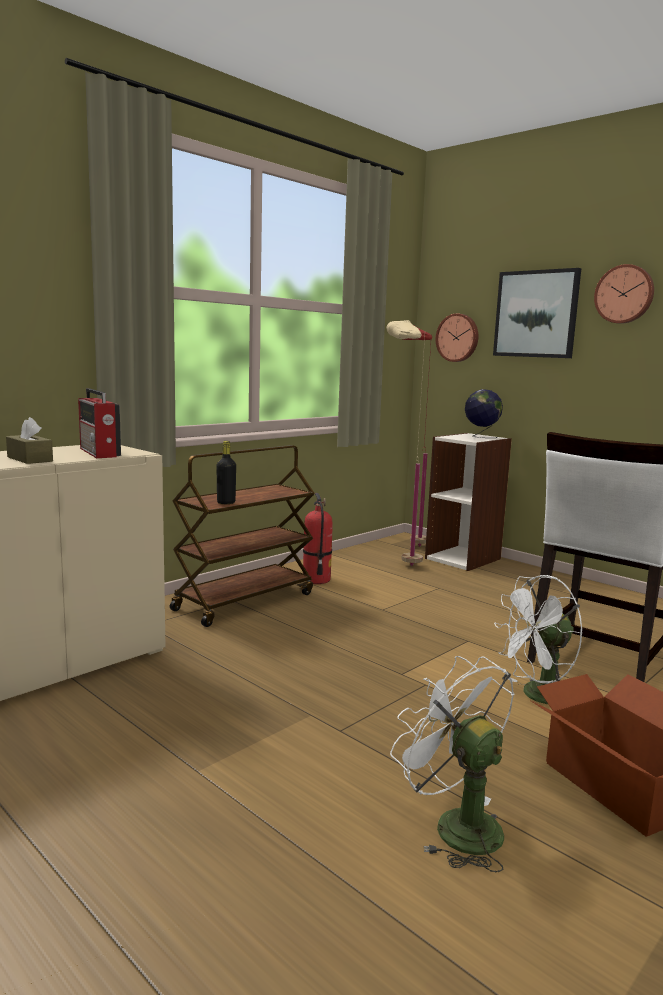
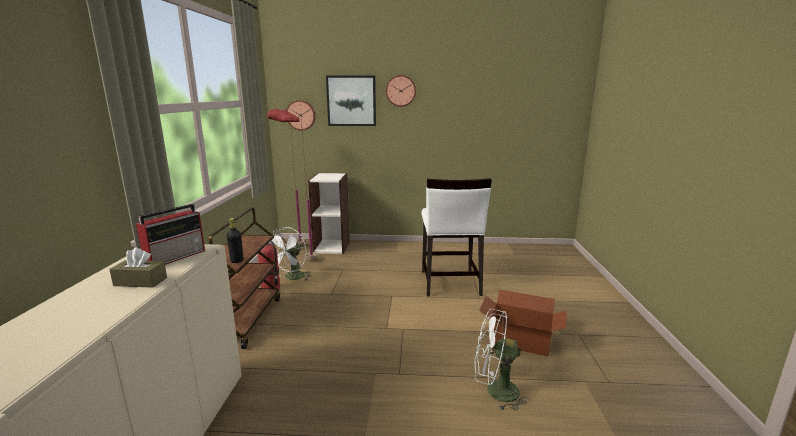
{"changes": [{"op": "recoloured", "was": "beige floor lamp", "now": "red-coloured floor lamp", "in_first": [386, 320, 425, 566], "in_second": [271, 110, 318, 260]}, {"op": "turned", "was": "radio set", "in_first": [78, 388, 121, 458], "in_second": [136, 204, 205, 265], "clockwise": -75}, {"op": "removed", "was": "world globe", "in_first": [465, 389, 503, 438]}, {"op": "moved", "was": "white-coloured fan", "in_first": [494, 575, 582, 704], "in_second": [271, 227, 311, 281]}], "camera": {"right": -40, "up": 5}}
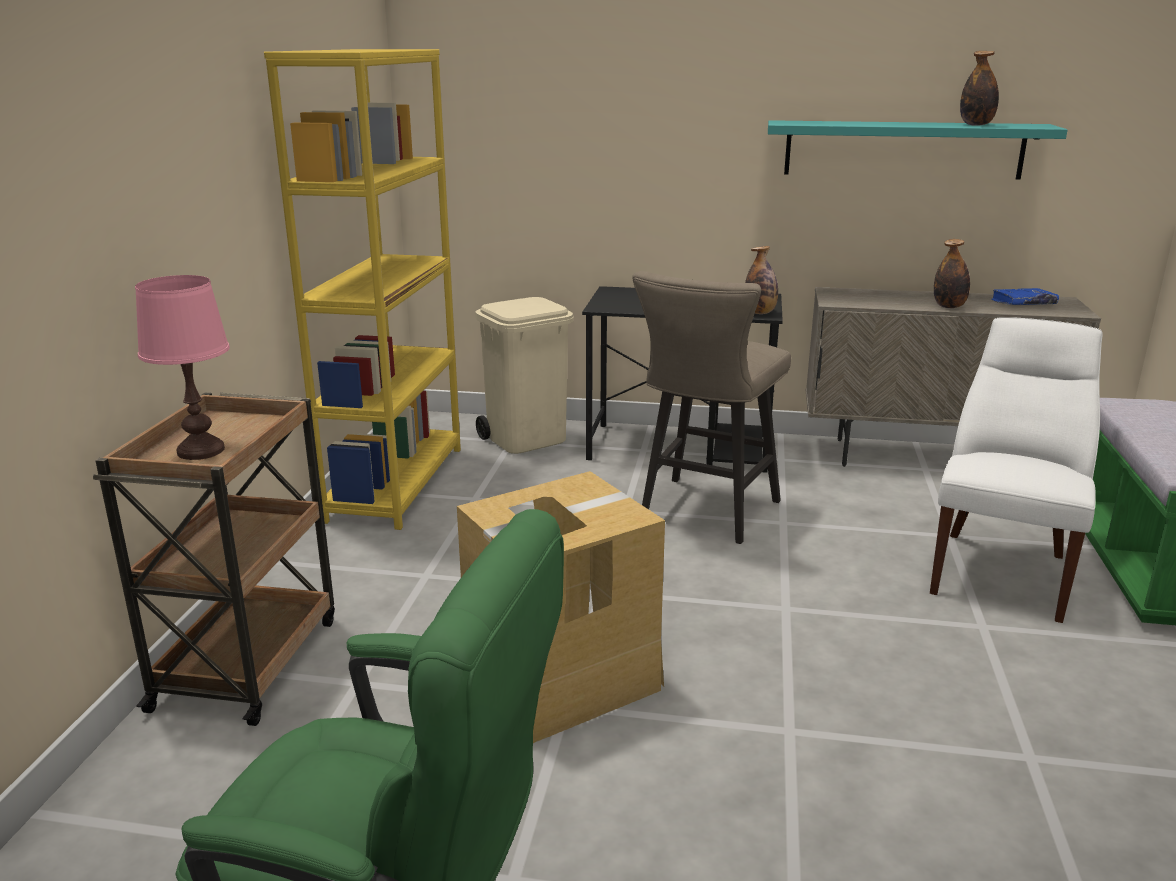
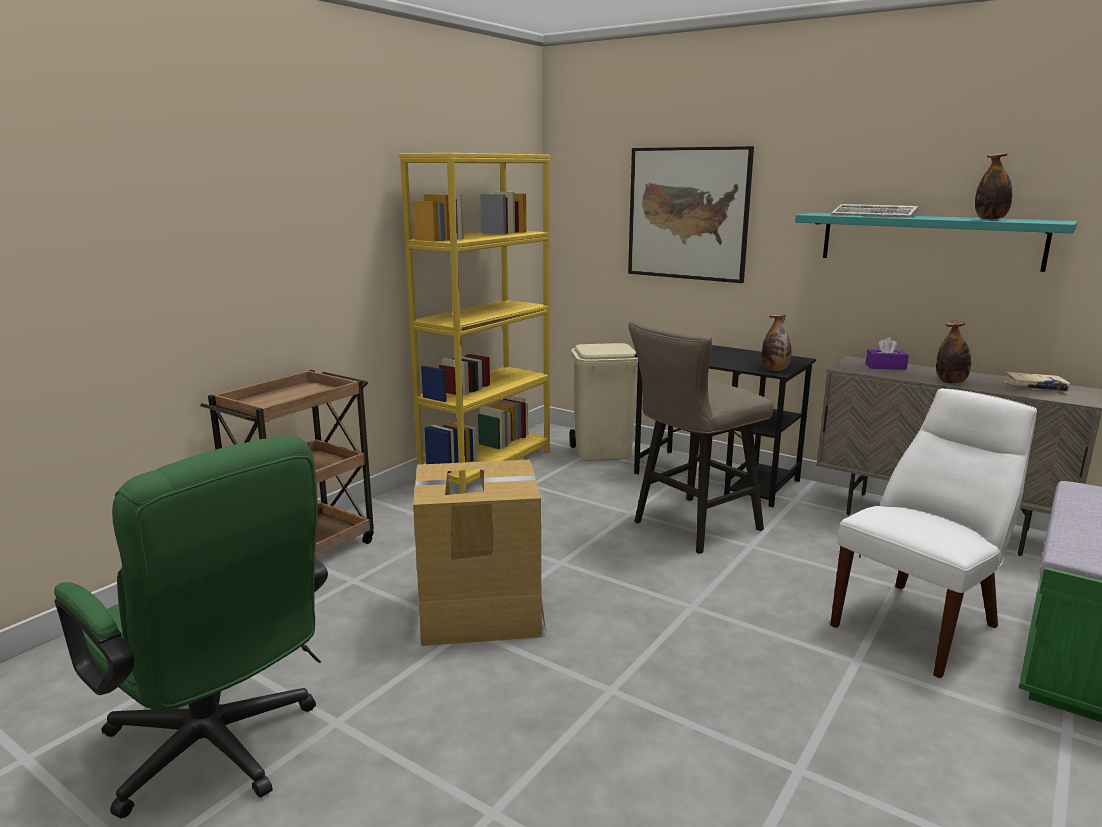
{"changes": [{"op": "removed", "was": "pink-coloured tabletop lamp", "in_first": [135, 275, 230, 460]}, {"op": "recoloured", "was": "bluish bound book", "now": "beige bound book", "in_first": [991, 288, 1059, 305], "in_second": [1003, 372, 1070, 391]}, {"op": "added", "now": "picture", "in_second": [628, 146, 754, 283]}, {"op": "added", "now": "keyboard", "in_second": [831, 204, 918, 217]}, {"op": "added", "now": "purplish tissue holder", "in_second": [865, 337, 909, 370]}], "camera": {"right": 25, "up": -5}}
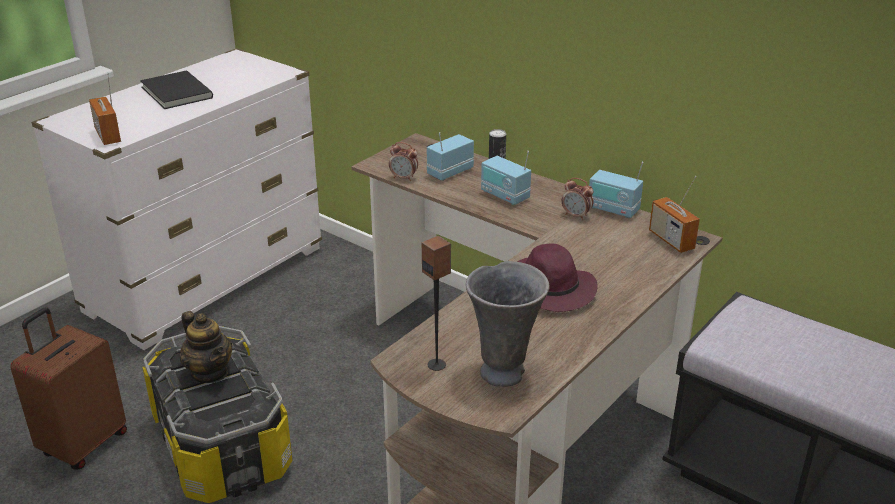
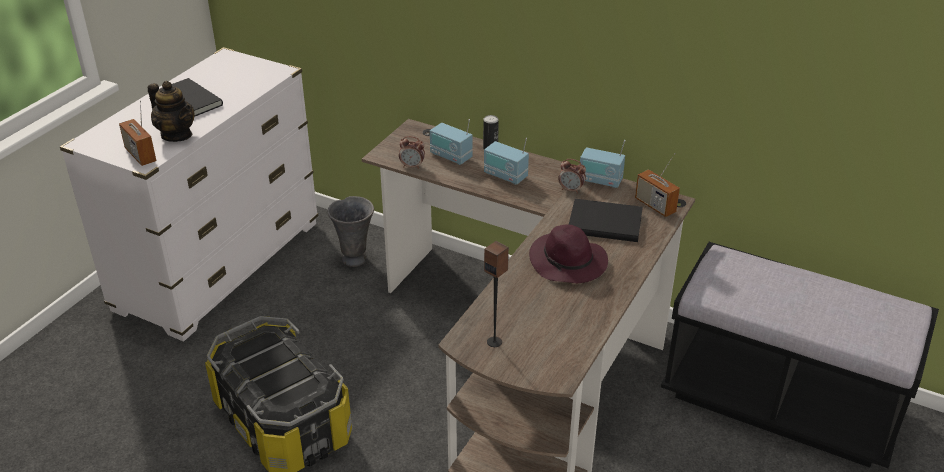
{"changes": [{"op": "turned", "was": "radio set", "in_first": [427, 132, 474, 181], "in_second": [430, 119, 473, 165], "clockwise": -90}, {"op": "moved", "was": "grey vase", "in_first": [466, 261, 550, 387], "in_second": [328, 196, 374, 267]}, {"op": "removed", "was": "brown suitcase", "in_first": [10, 307, 127, 470]}, {"op": "moved", "was": "tea pot", "in_first": [180, 311, 232, 383], "in_second": [148, 81, 195, 142]}, {"op": "added", "now": "black bound book", "in_second": [569, 199, 643, 242]}], "camera": {"right": -10, "up": 5}}
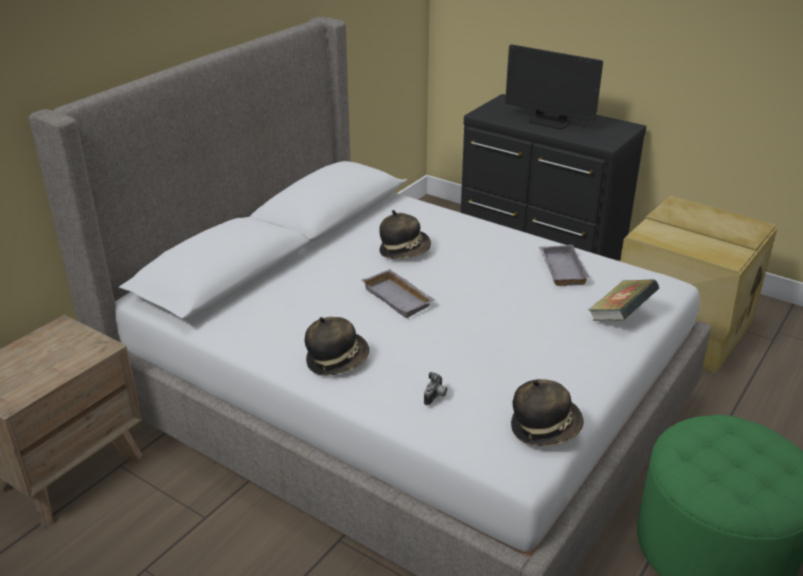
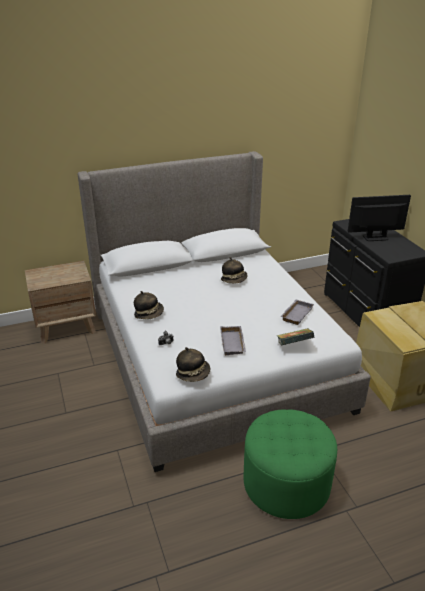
{"changes": [{"op": "turned", "was": "computer screen", "in_first": [505, 44, 603, 129], "in_second": [348, 195, 411, 241], "clockwise": 105}, {"op": "moved", "was": "grey tray", "in_first": [361, 269, 436, 318], "in_second": [220, 326, 246, 355]}], "camera": {"right": 35, "up": 0}}
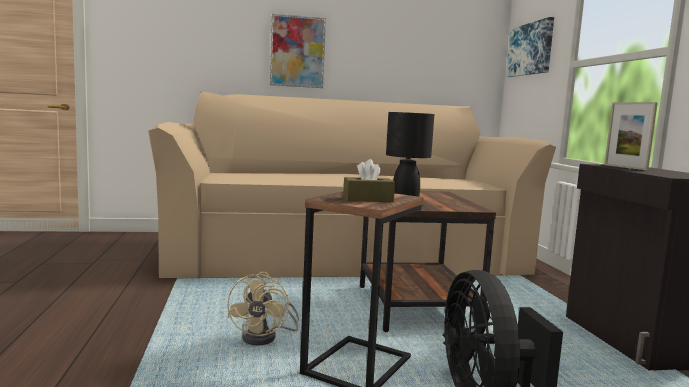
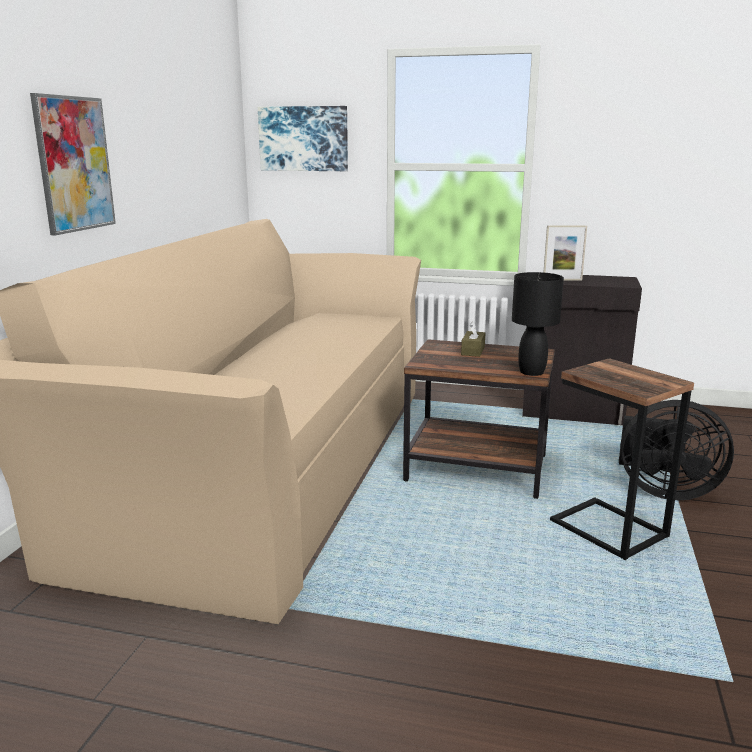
{"changes": [{"op": "moved", "was": "brown tissue holder", "in_first": [343, 159, 395, 202], "in_second": [461, 321, 485, 357]}, {"op": "removed", "was": "beige fan", "in_first": [227, 272, 299, 345]}], "camera": {"right": -65, "up": 10}}
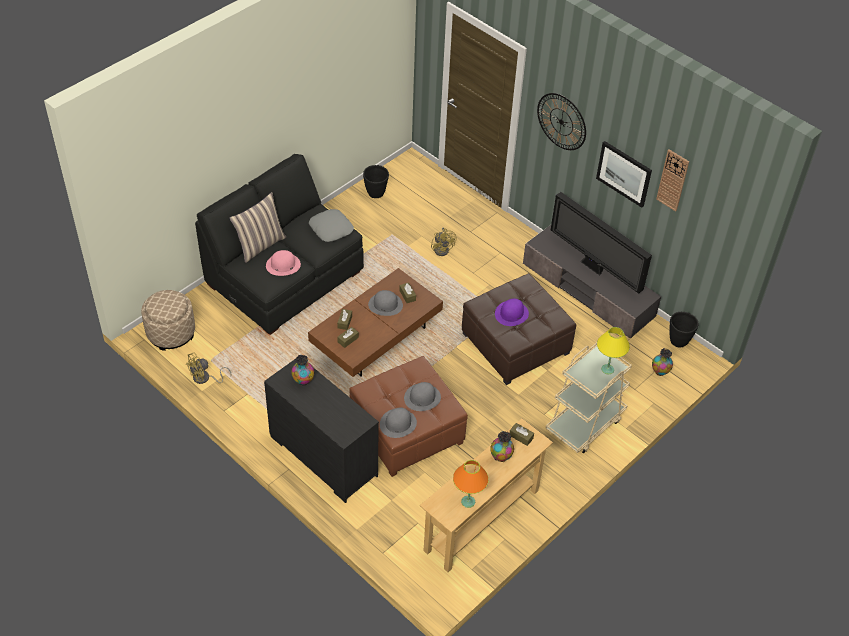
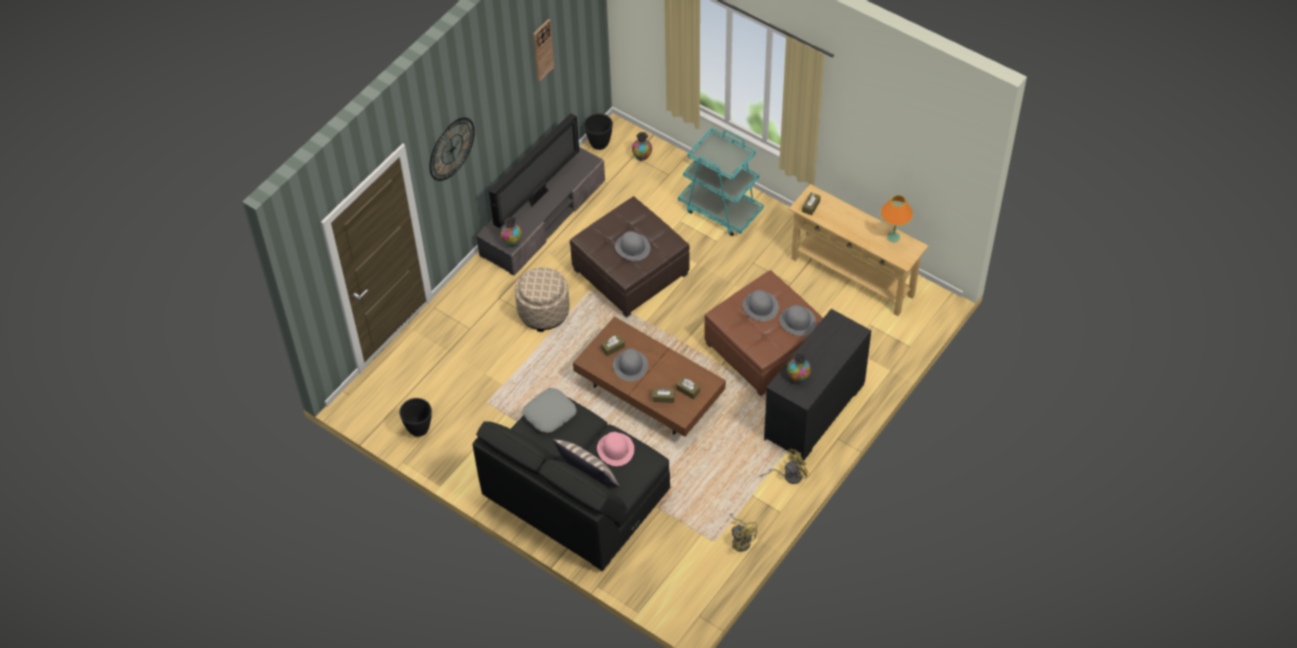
{"changes": [{"op": "removed", "was": "picture", "in_first": [596, 141, 652, 208]}, {"op": "moved", "was": "yellow fan", "in_first": [431, 228, 457, 256], "in_second": [761, 449, 810, 484]}, {"op": "moved", "was": "beige pouffe", "in_first": [141, 290, 195, 351], "in_second": [515, 268, 569, 332]}, {"op": "recoloured", "was": "purplish clothing hat", "now": "grey clothing hat", "in_first": [495, 298, 529, 326], "in_second": [615, 231, 651, 261]}, {"op": "removed", "was": "yellow tabletop lamp", "in_first": [597, 327, 630, 374]}, {"op": "recoloured", "was": "beige cart", "now": "blue-green cart", "in_first": [546, 342, 632, 453], "in_second": [678, 128, 764, 236]}, {"op": "moved", "was": "vase", "in_first": [490, 431, 514, 462], "in_second": [501, 217, 522, 247]}], "camera": {"right": -95, "up": 5}}
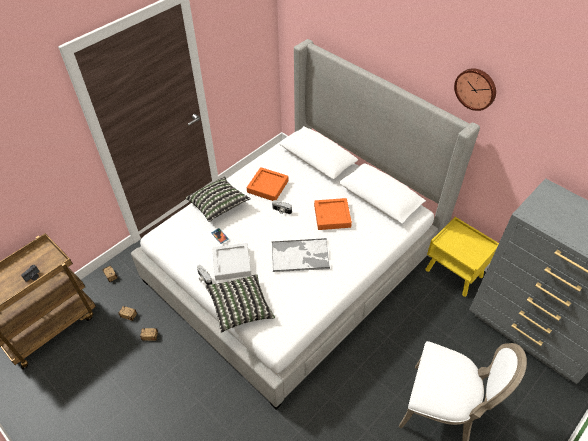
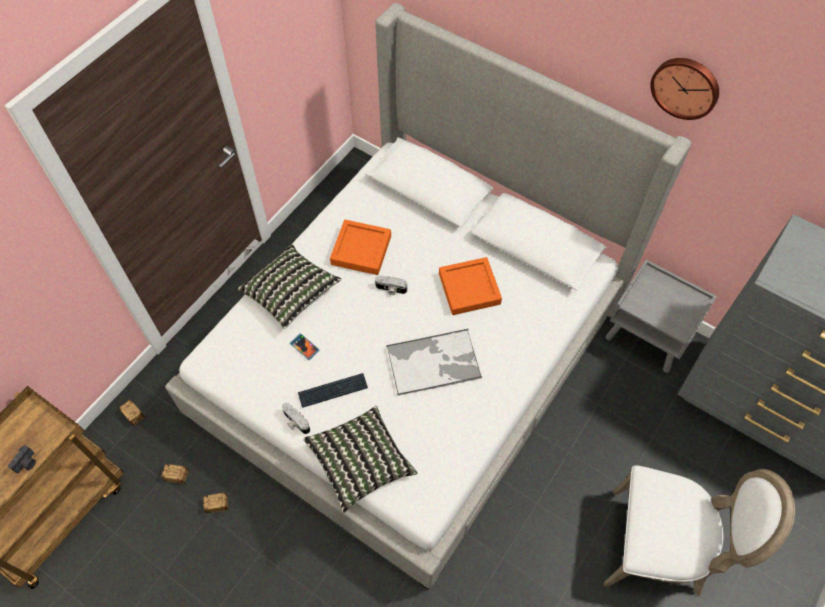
{"changes": [{"op": "recoloured", "was": "yellow bedside table", "now": "grey bedside table", "in_first": [426, 217, 499, 297], "in_second": [606, 259, 717, 373]}, {"op": "replaced", "was": "grey tray", "now": "keyboard", "in_first": [212, 243, 252, 281], "in_second": [298, 373, 368, 408]}], "camera": {"right": -10, "up": 10}}
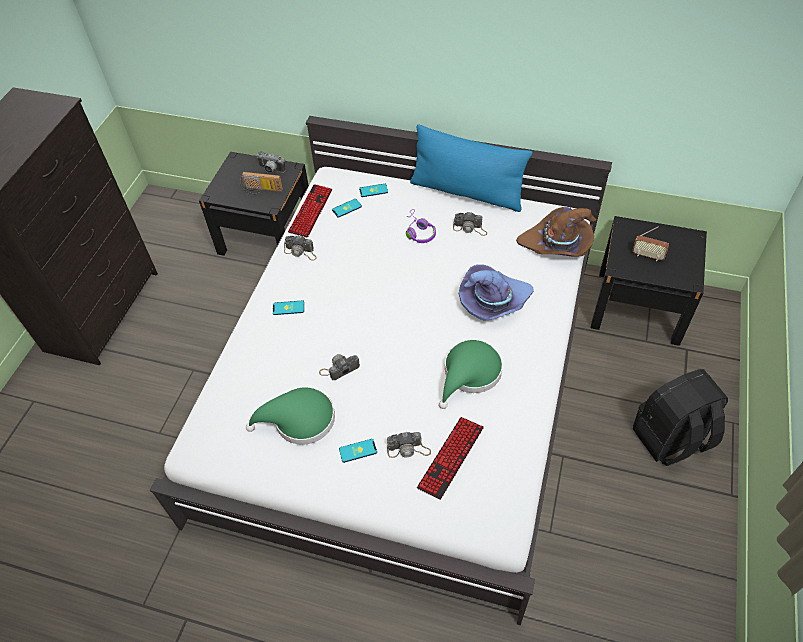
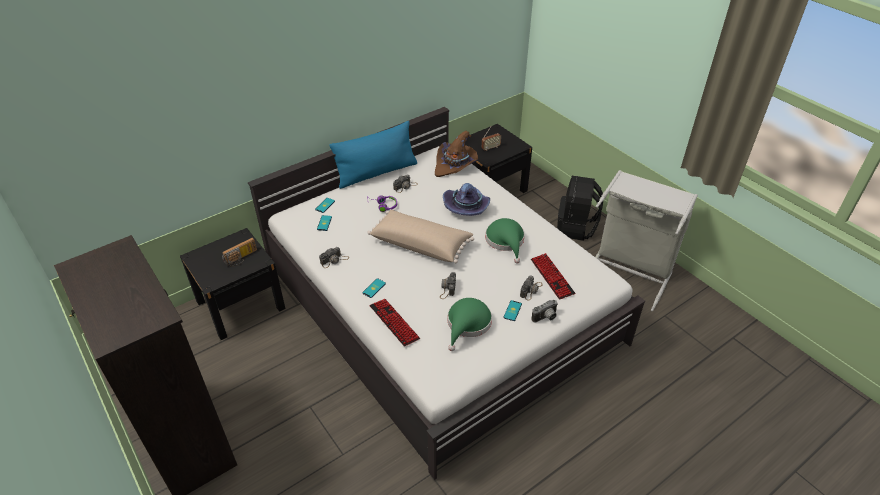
{"changes": [{"op": "moved", "was": "photo camera", "in_first": [257, 151, 286, 173], "in_second": [531, 300, 558, 323]}, {"op": "moved", "was": "keyboard", "in_first": [288, 184, 333, 237], "in_second": [370, 299, 420, 346]}, {"op": "added", "now": "grey laundry basket", "in_second": [595, 170, 698, 311]}, {"op": "added", "now": "beige throw pillow", "in_second": [367, 209, 474, 263]}], "camera": {"right": -55, "up": -10}}
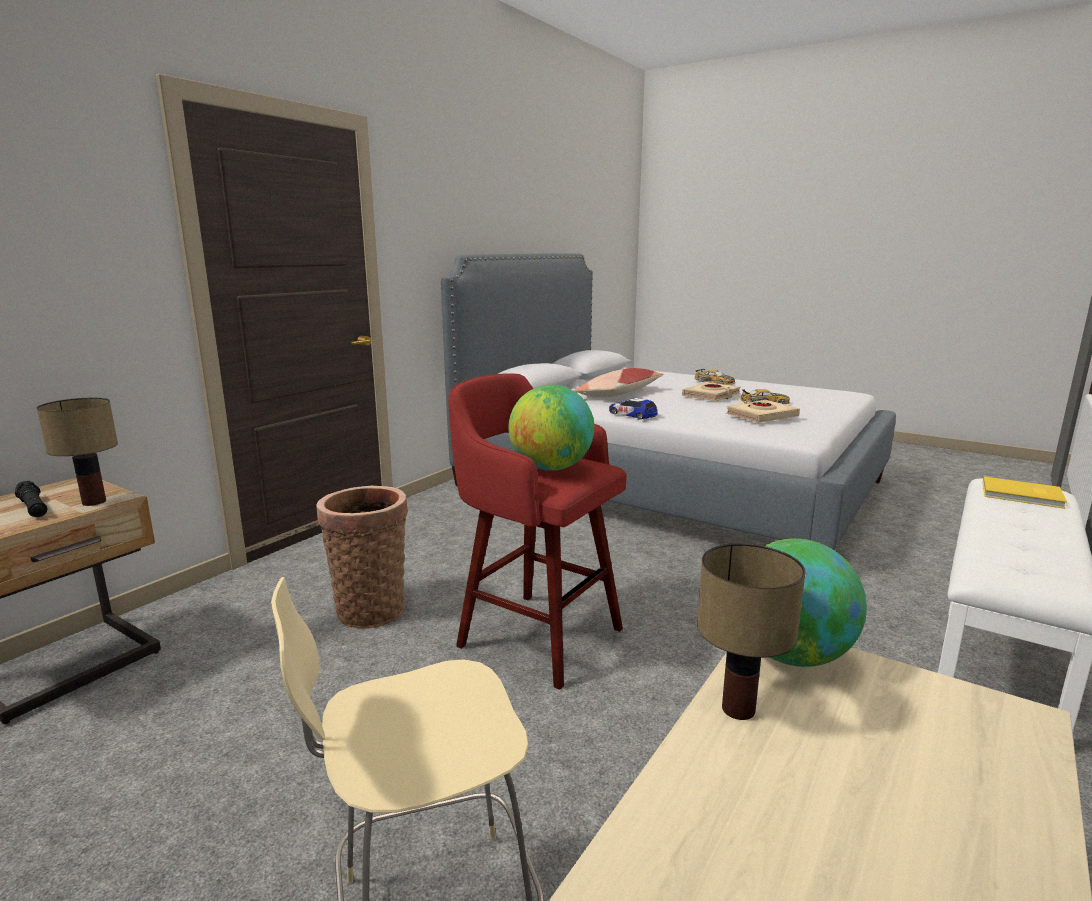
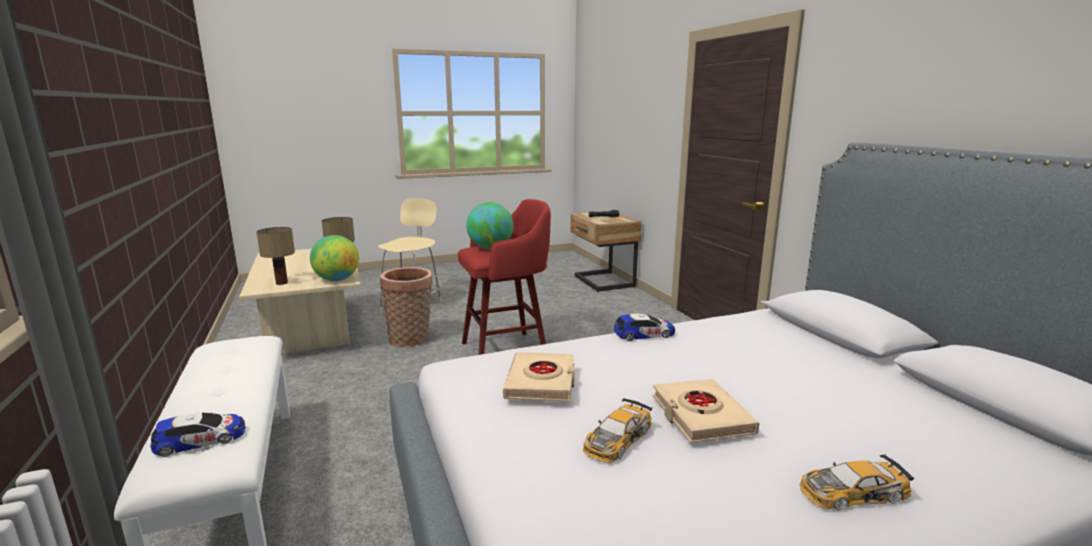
{"changes": [{"op": "removed", "was": "throw pillow", "in_first": [574, 368, 664, 397]}, {"op": "moved", "was": "tabletop lamp", "in_first": [37, 397, 118, 506], "in_second": [257, 227, 295, 285]}, {"op": "replaced", "was": "yellow bound book", "now": "toy car", "in_first": [983, 476, 1067, 509], "in_second": [150, 412, 246, 457]}, {"op": "moved", "was": "storage basket", "in_first": [316, 486, 408, 629], "in_second": [380, 267, 433, 347]}], "camera": {"right": 125, "up": 0}}
